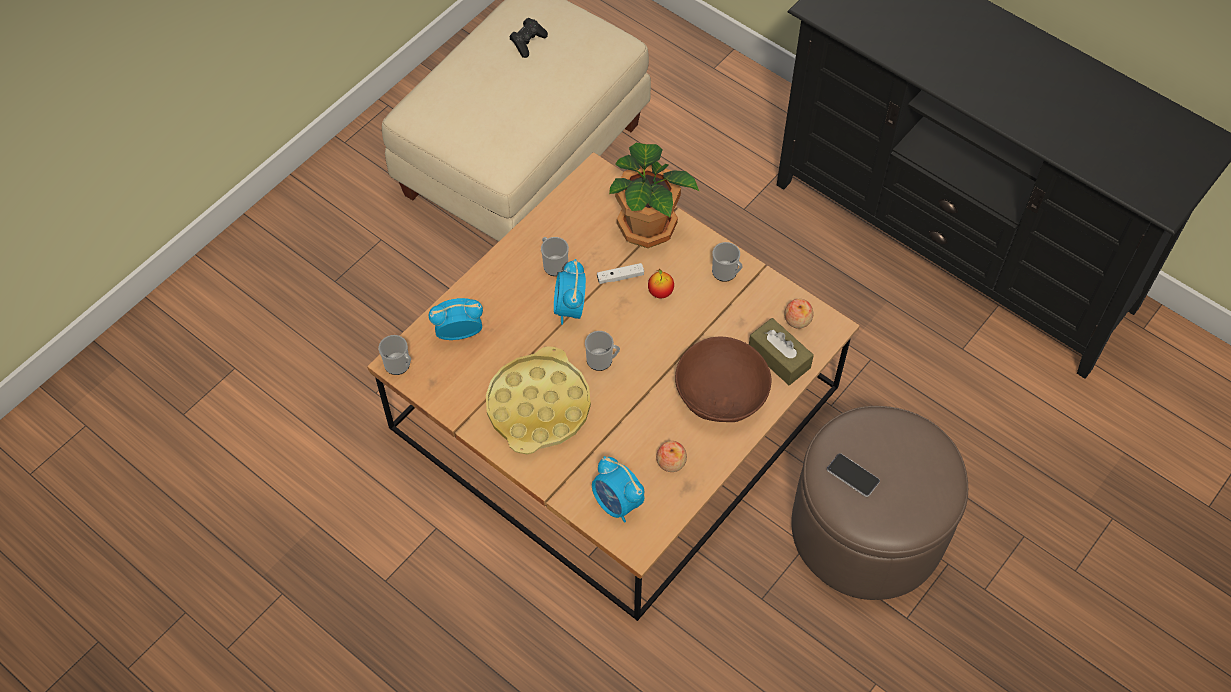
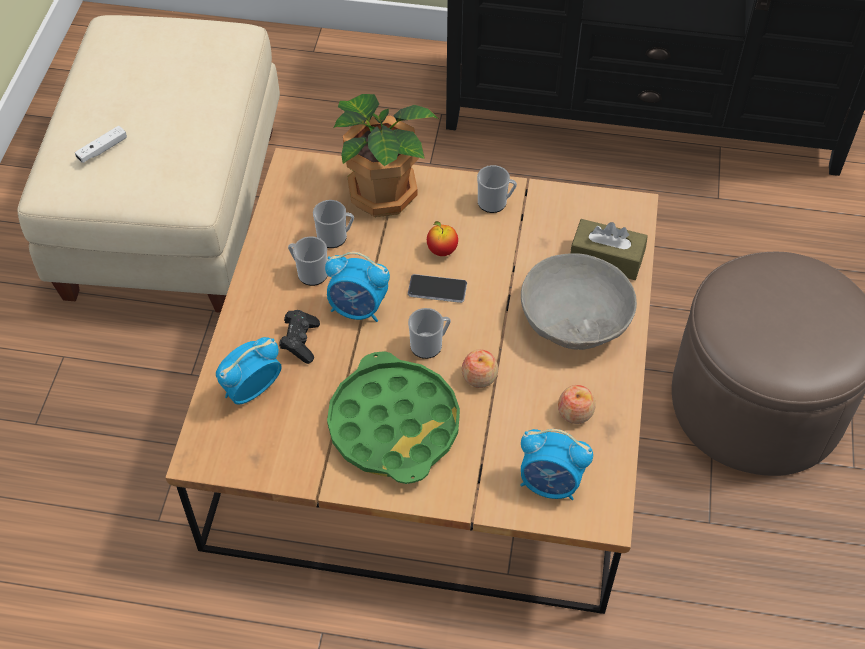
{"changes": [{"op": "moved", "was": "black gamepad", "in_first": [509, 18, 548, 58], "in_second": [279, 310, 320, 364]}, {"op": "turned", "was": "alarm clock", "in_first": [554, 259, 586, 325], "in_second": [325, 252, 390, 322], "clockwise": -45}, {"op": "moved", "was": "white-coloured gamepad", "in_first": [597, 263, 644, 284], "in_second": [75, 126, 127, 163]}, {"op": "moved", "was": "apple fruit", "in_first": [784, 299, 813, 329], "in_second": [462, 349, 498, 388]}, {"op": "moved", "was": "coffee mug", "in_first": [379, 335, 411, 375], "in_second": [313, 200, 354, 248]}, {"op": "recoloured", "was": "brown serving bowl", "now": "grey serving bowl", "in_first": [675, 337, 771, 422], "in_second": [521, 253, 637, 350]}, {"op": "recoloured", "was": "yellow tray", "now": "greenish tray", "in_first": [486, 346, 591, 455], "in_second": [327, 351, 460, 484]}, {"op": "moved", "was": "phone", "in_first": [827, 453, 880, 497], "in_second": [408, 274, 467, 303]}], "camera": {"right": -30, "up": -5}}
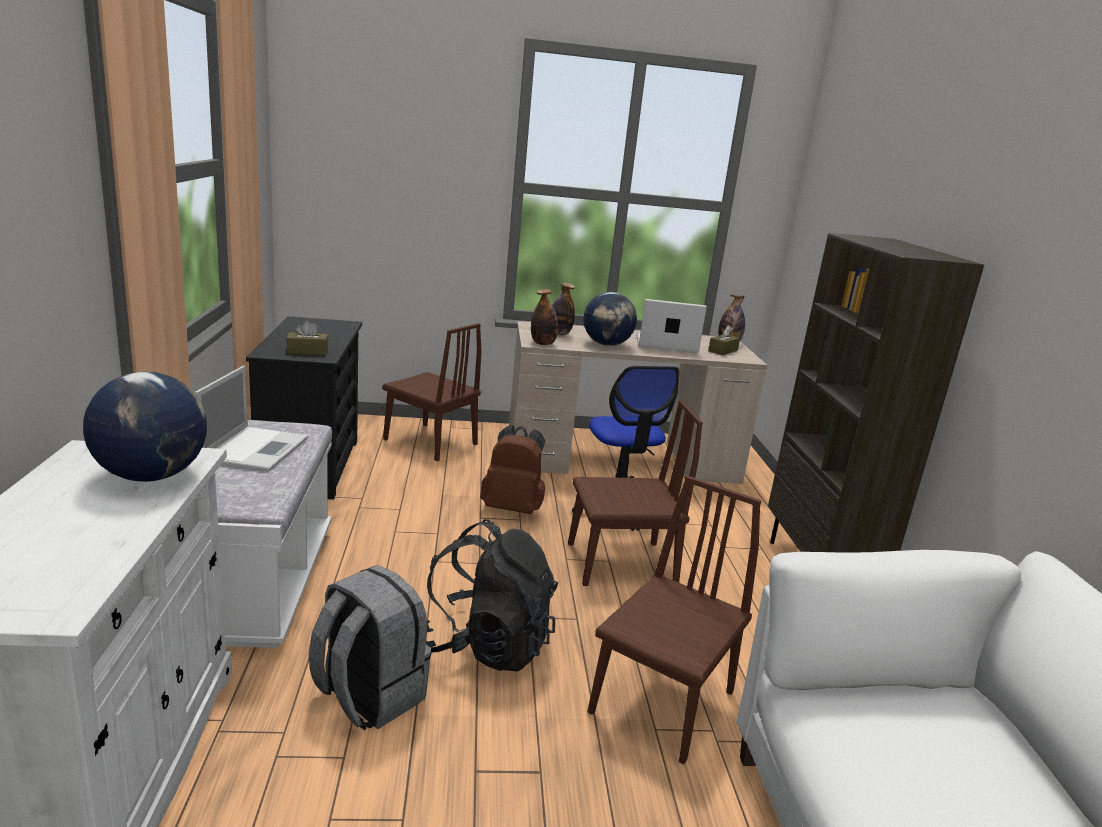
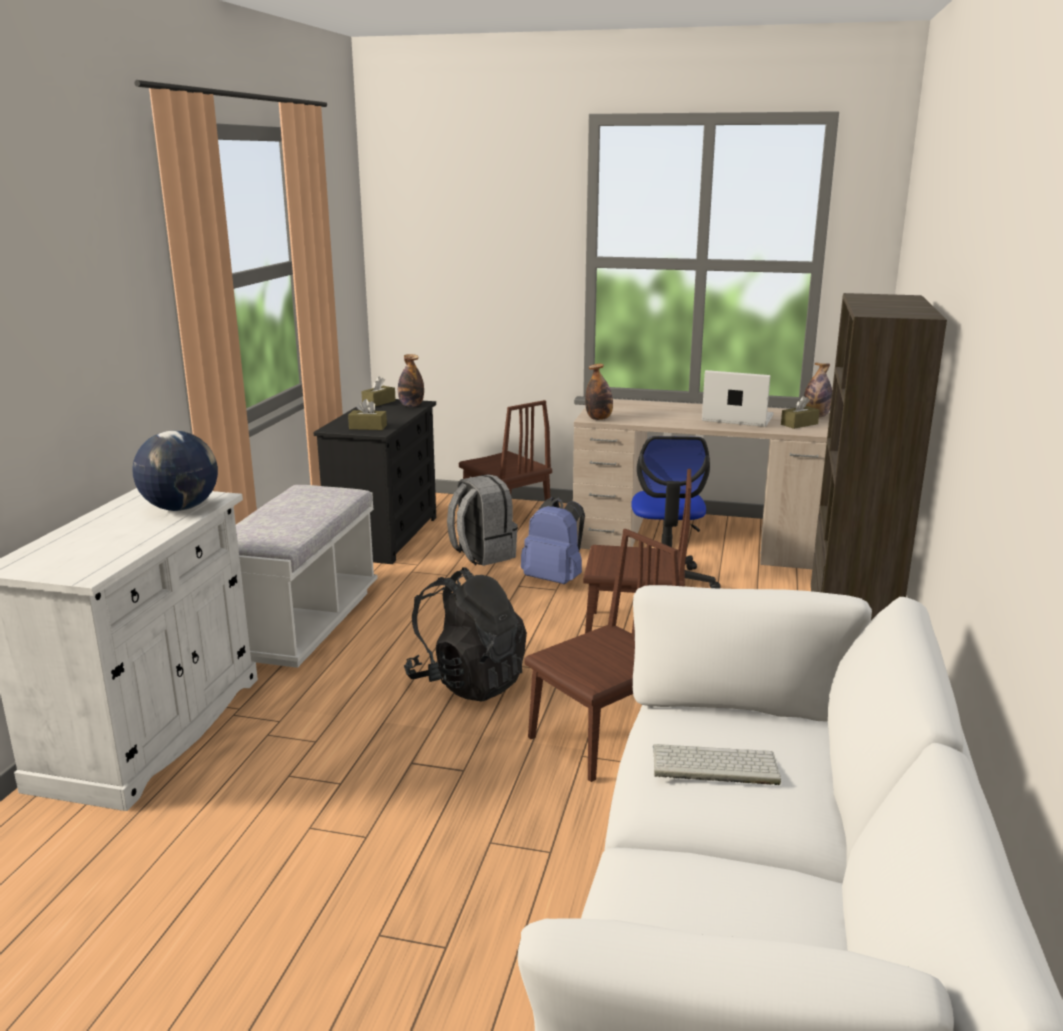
{"changes": [{"op": "moved", "was": "drink bottle", "in_first": [552, 283, 575, 335], "in_second": [398, 354, 424, 407]}, {"op": "removed", "was": "world globe", "in_first": [584, 292, 637, 346]}, {"op": "removed", "was": "notebook computer", "in_first": [194, 366, 308, 472]}, {"op": "recoloured", "was": "brown rucksack", "now": "bluish rucksack", "in_first": [480, 425, 546, 514], "in_second": [521, 497, 585, 584]}, {"op": "moved", "was": "grey rucksack", "in_first": [309, 565, 431, 731], "in_second": [447, 474, 518, 566]}, {"op": "added", "now": "brown tissue holder", "in_second": [361, 376, 396, 407]}, {"op": "added", "now": "keyboard", "in_second": [653, 744, 781, 785]}], "camera": {"right": 20, "up": 0}}
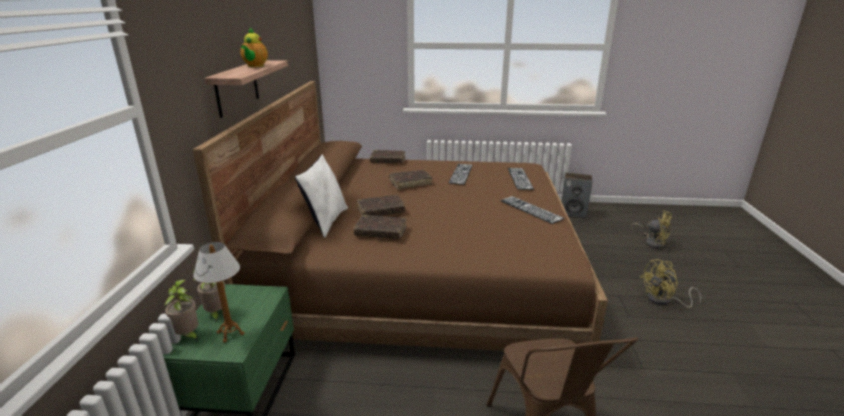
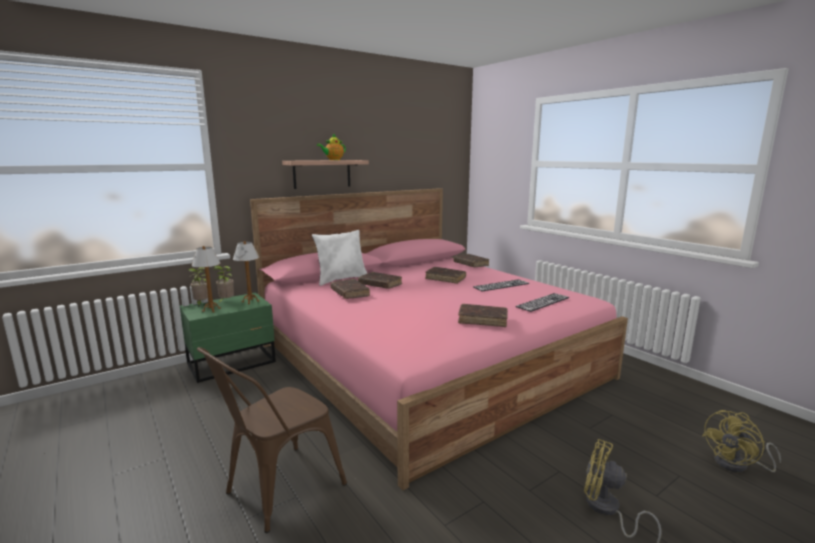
{"changes": [{"op": "recoloured", "was": "brown bedroom bed", "now": "pink-coloured bedroom bed", "in_first": [192, 81, 608, 351], "in_second": [250, 188, 628, 490]}, {"op": "removed", "was": "speaker", "in_first": [561, 172, 592, 219]}, {"op": "replaced", "was": "keyboard", "now": "brown bound book", "in_first": [501, 196, 565, 224], "in_second": [458, 304, 508, 327]}, {"op": "turned", "was": "yellow fan", "in_first": [631, 211, 672, 249], "in_second": [702, 410, 781, 472], "clockwise": 60}, {"op": "added", "now": "tabletop lamp", "in_second": [233, 241, 260, 304]}], "camera": {"right": 50, "up": -10}}
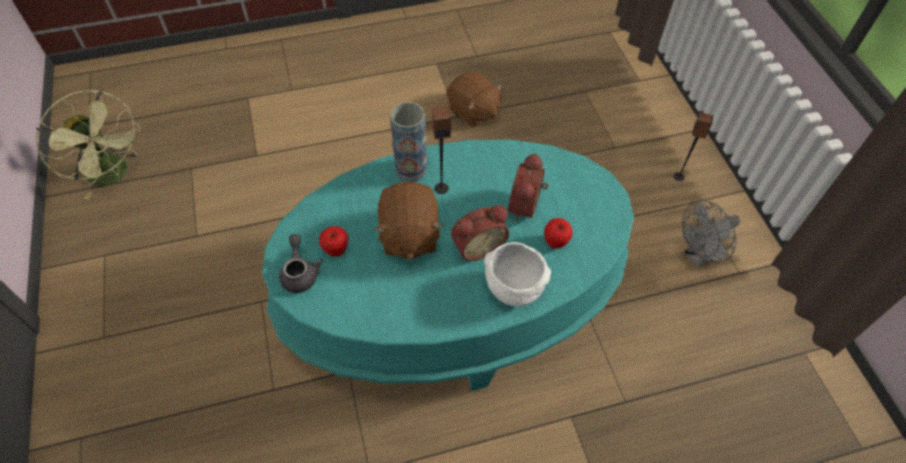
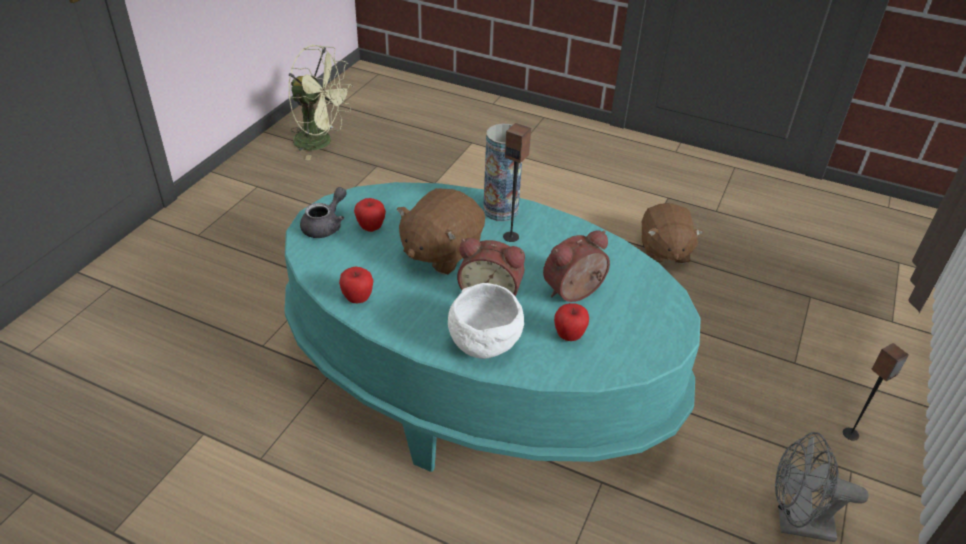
{"changes": [{"op": "turned", "was": "greenish fan", "in_first": [36, 90, 141, 200], "in_second": [289, 45, 353, 160], "clockwise": -60}, {"op": "added", "now": "apple fruit", "in_second": [339, 267, 373, 304]}], "camera": {"right": 40, "up": -15}}
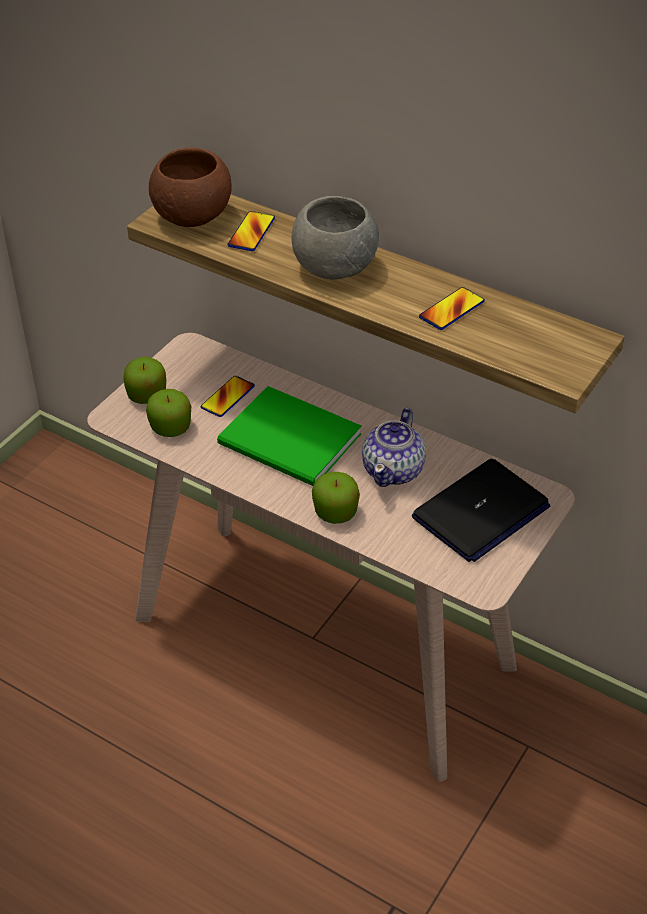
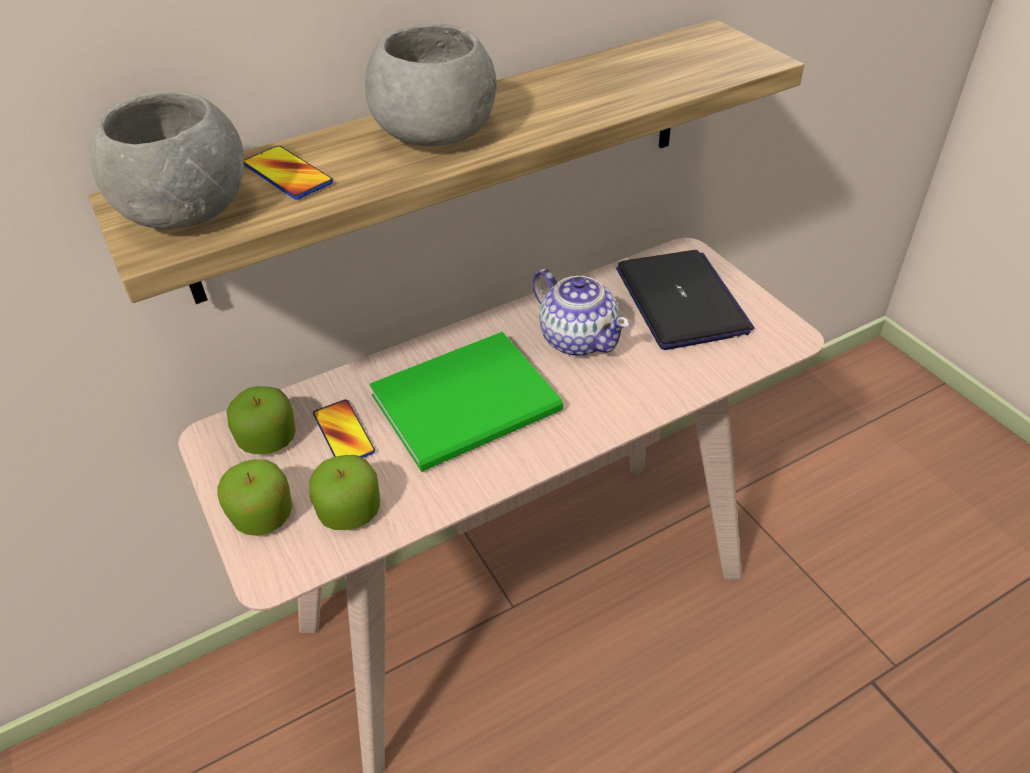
{"changes": [{"op": "recoloured", "was": "brown serving bowl", "now": "grey serving bowl", "in_first": [149, 148, 232, 227], "in_second": [90, 91, 244, 229]}, {"op": "removed", "was": "phone", "in_first": [419, 287, 485, 330]}, {"op": "moved", "was": "apple fruit", "in_first": [312, 472, 360, 524], "in_second": [226, 386, 296, 454]}], "camera": {"right": -60, "up": 0}}
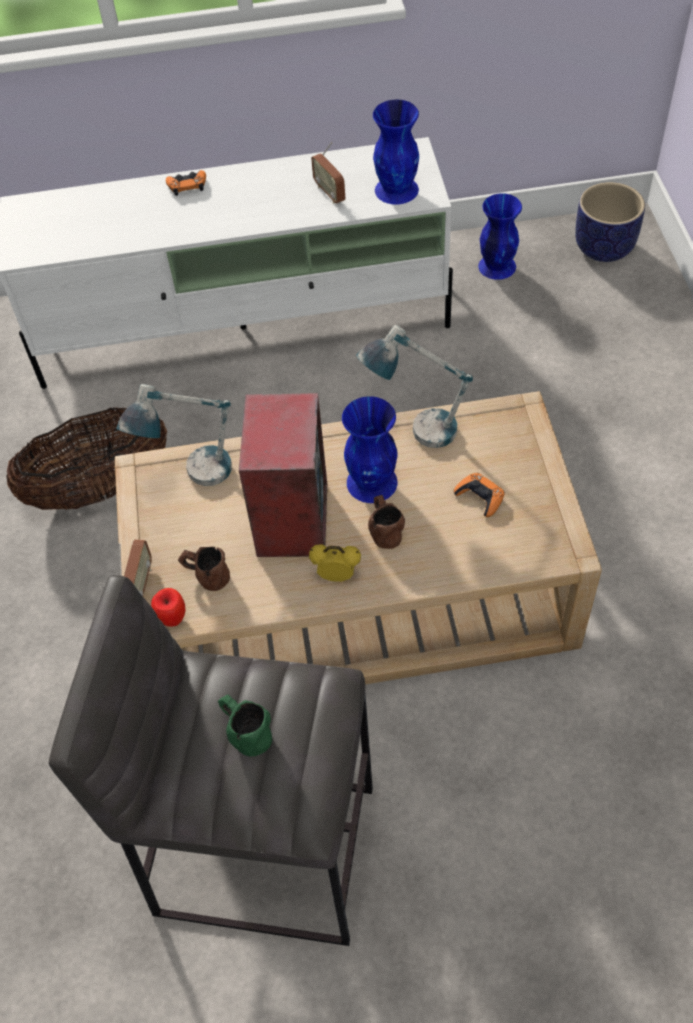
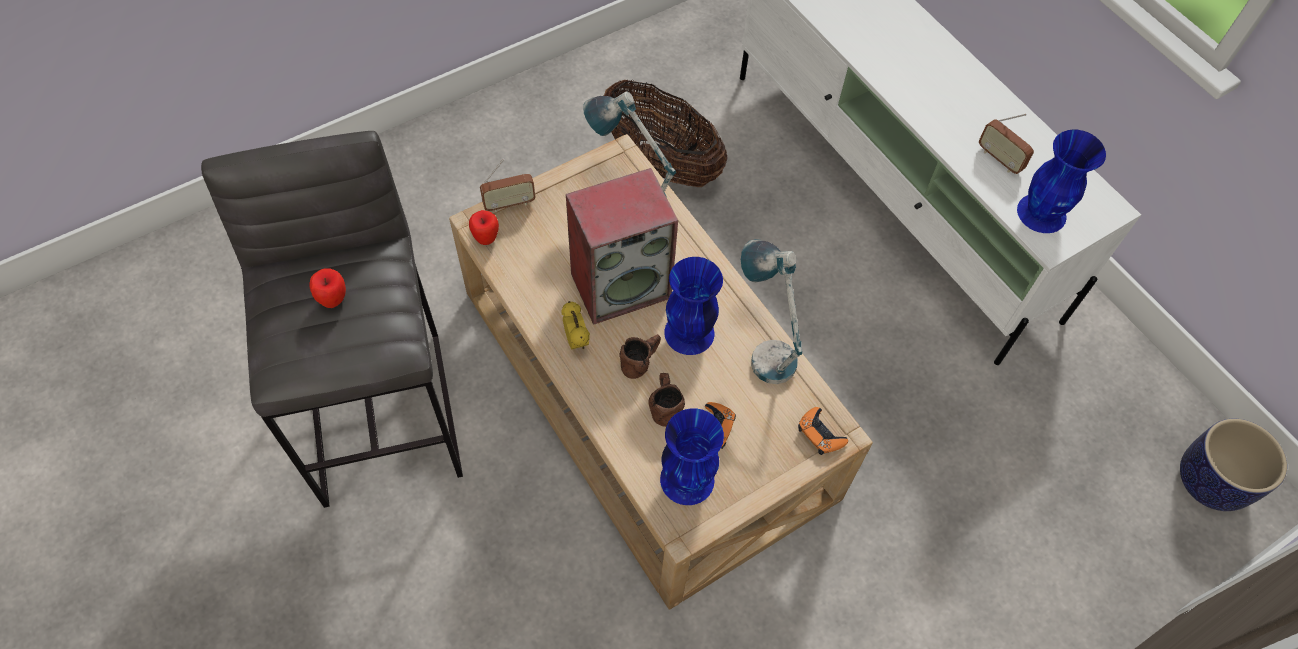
{"changes": [{"op": "turned", "was": "radio set", "in_first": [311, 142, 345, 204], "in_second": [979, 114, 1034, 174], "clockwise": -75}, {"op": "moved", "was": "orangey gamepad", "in_first": [166, 170, 206, 196], "in_second": [798, 407, 848, 455]}, {"op": "moved", "was": "bluish vase", "in_first": [478, 193, 522, 280], "in_second": [660, 408, 724, 505]}, {"op": "moved", "was": "brown coffee mug", "in_first": [178, 546, 230, 591], "in_second": [648, 373, 685, 427]}, {"op": "replaced", "was": "greenish coffee mug", "now": "apple fruit", "in_first": [218, 694, 272, 757], "in_second": [309, 268, 346, 308]}], "camera": {"right": 60, "up": 5}}
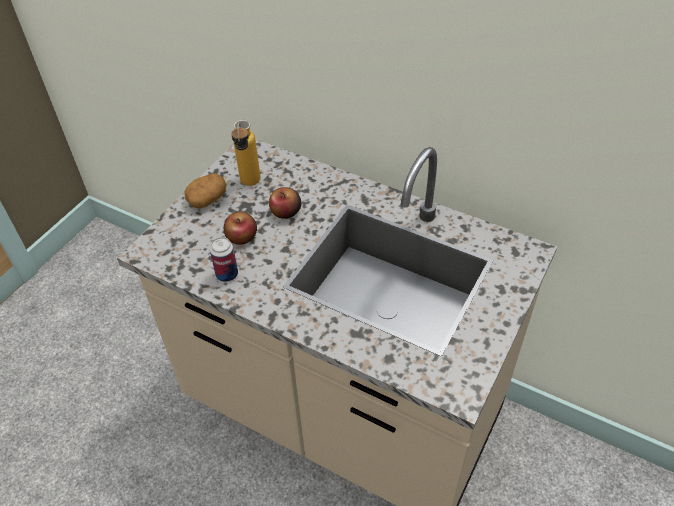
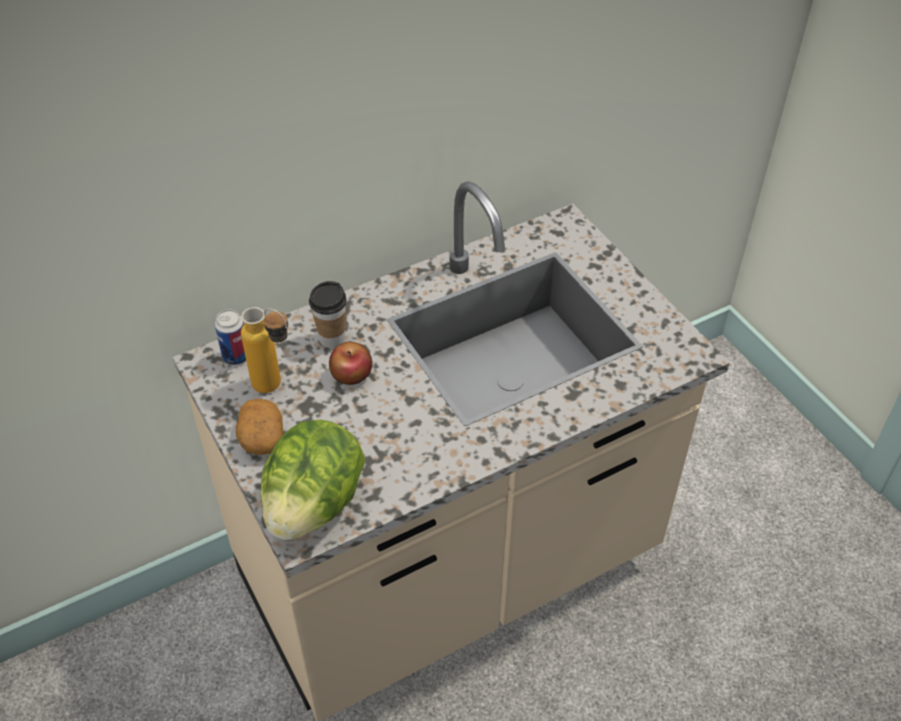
{"changes": [{"op": "removed", "was": "apple fruit", "in_first": [224, 212, 257, 245]}, {"op": "moved", "was": "metal can", "in_first": [210, 237, 238, 282], "in_second": [215, 309, 246, 365]}, {"op": "added", "now": "cup", "in_second": [309, 281, 347, 348]}, {"op": "added", "now": "lettuce head", "in_second": [260, 419, 365, 540]}], "camera": {"right": -60, "up": 0}}
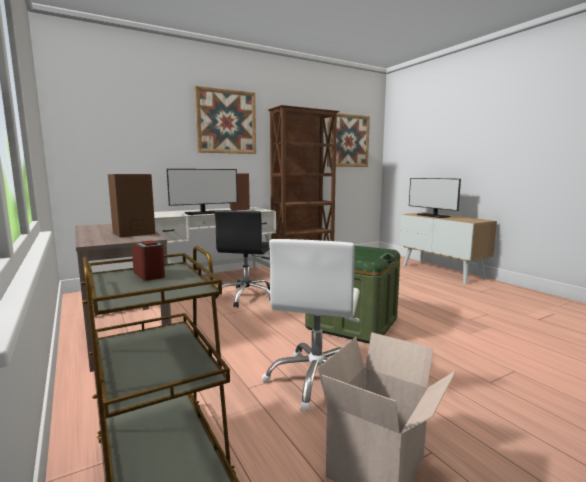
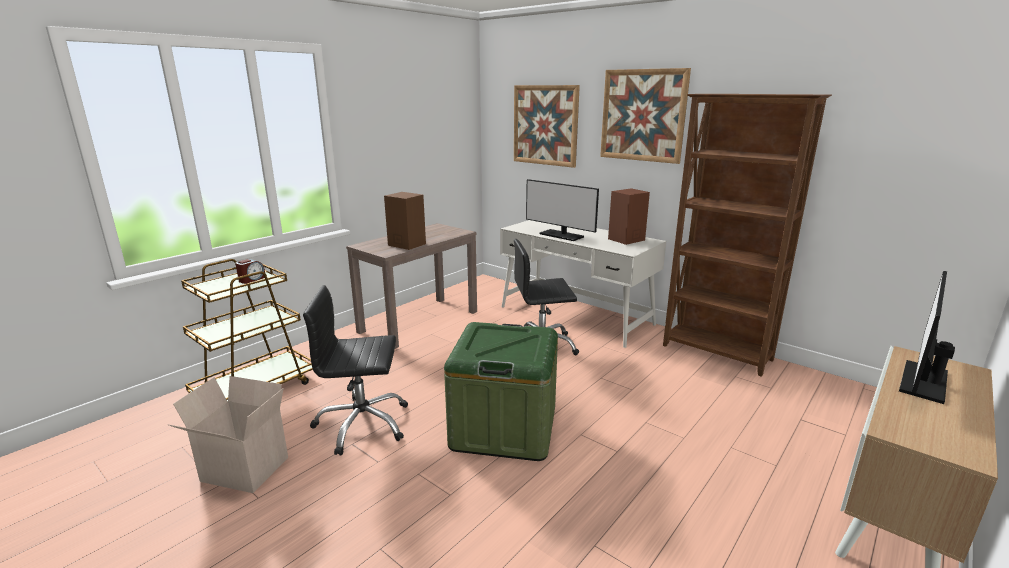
{"changes": [{"op": "moved", "was": "picture", "in_first": [327, 113, 370, 167], "in_second": [514, 85, 580, 168]}, {"op": "recoloured", "was": "white-coloured office chair", "now": "black office chair", "in_first": [262, 239, 360, 412], "in_second": [303, 285, 408, 455]}], "camera": {"right": 70, "up": 10}}
